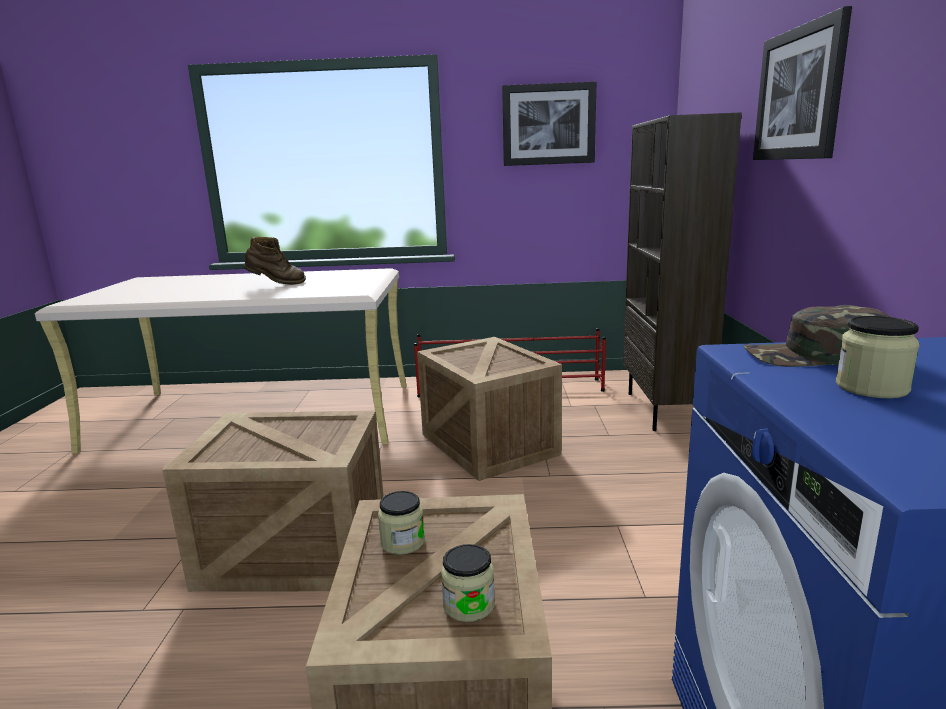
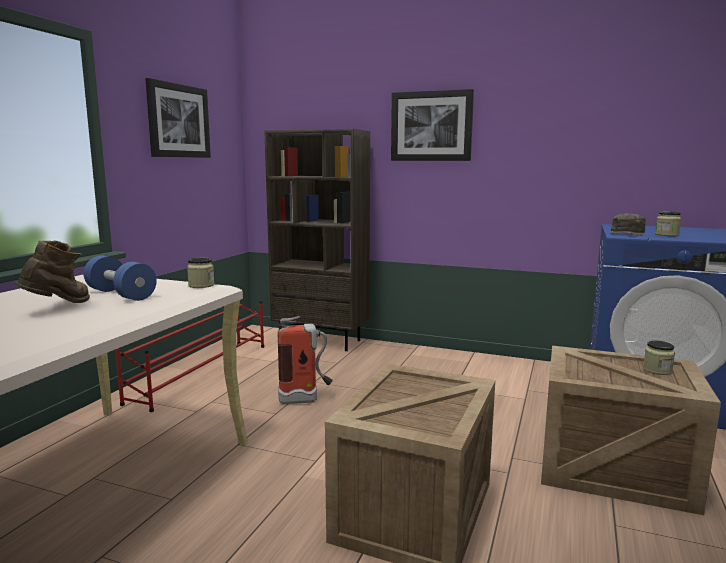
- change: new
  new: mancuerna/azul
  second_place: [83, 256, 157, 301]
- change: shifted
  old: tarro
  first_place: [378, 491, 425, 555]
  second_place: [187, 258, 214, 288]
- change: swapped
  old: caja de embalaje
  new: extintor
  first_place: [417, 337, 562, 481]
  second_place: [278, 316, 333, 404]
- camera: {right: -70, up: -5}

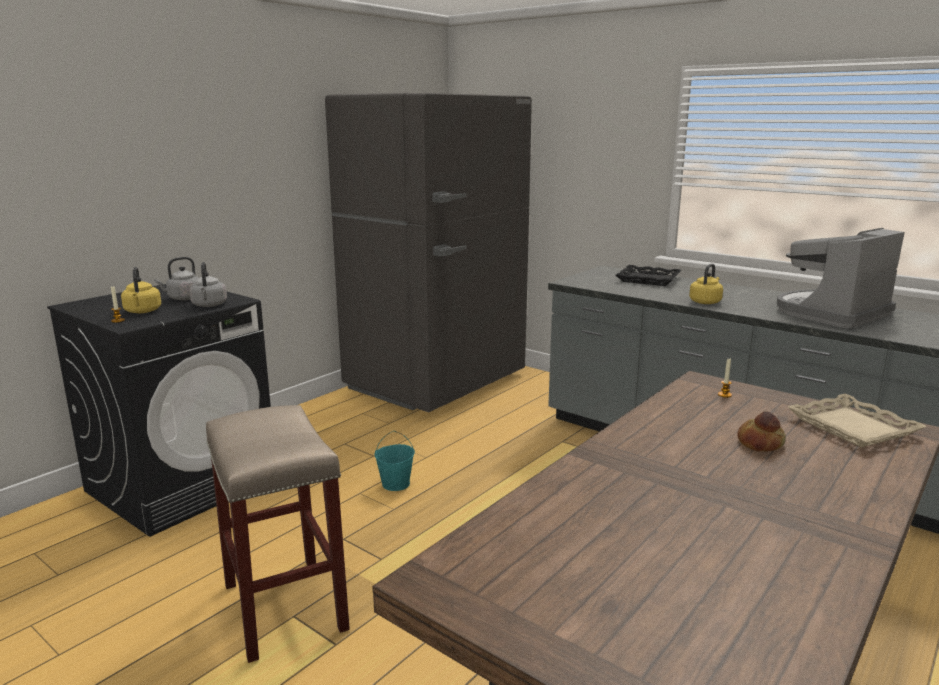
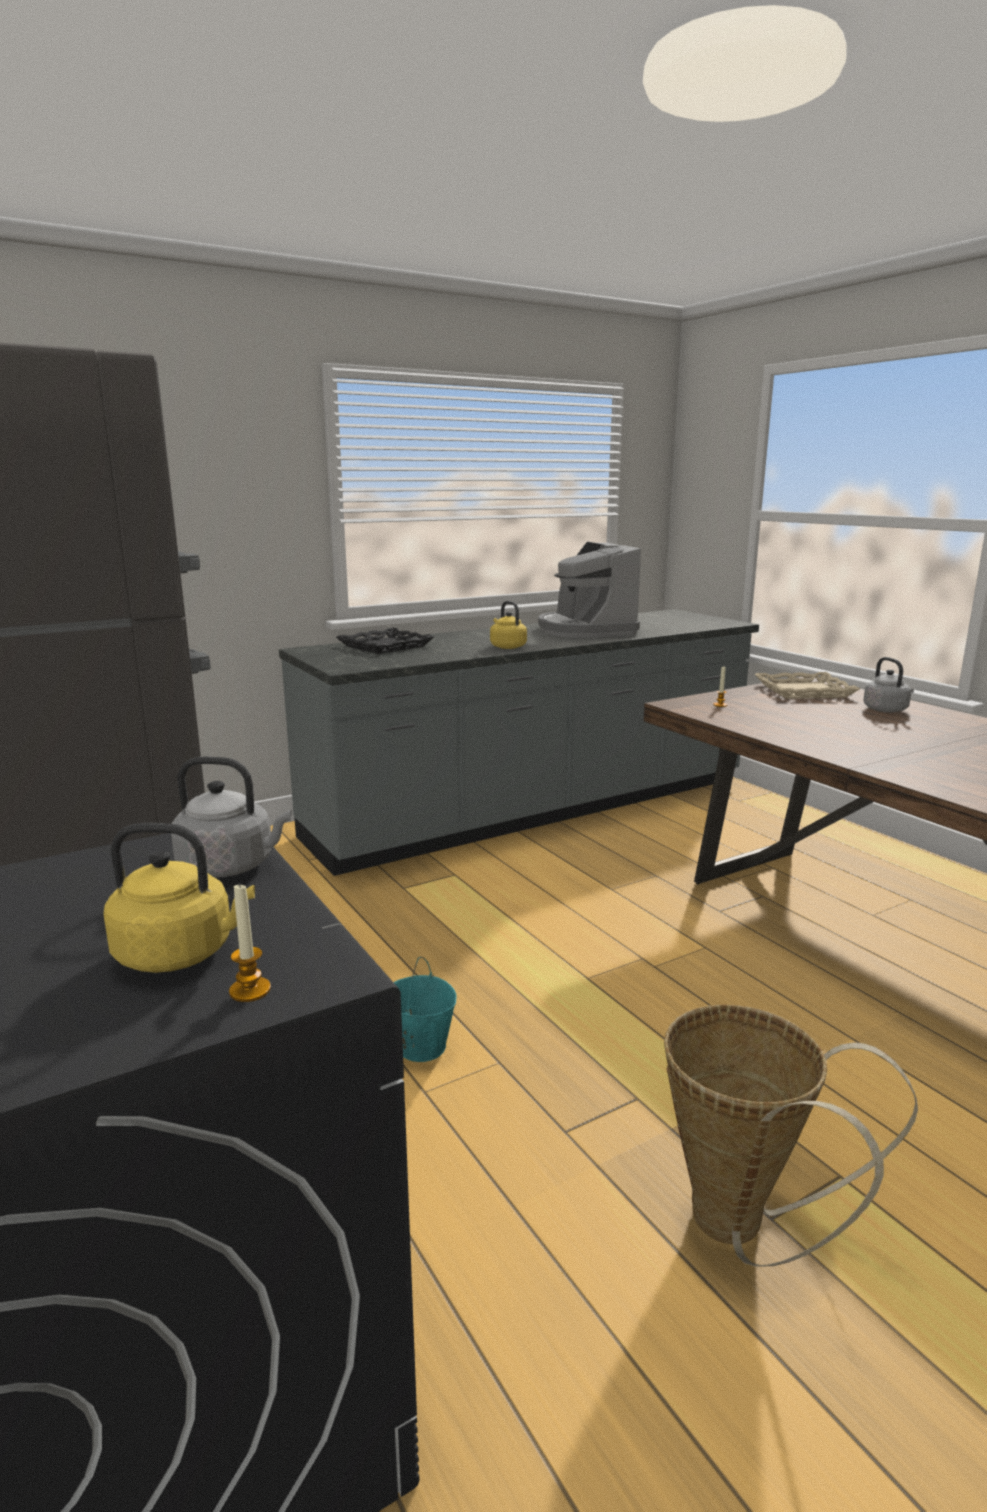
- change: gone
  old: pan
  first_place: [737, 411, 786, 452]
- change: shifted
  old: hervidor/gris
  first_place: [154, 257, 199, 300]
  second_place: [863, 657, 914, 713]
- change: swapped
  old: taburete/beis
  new: cesta
  first_place: [206, 405, 350, 663]
  second_place: [664, 1005, 918, 1267]
- camera: {right: -70, up: 0}

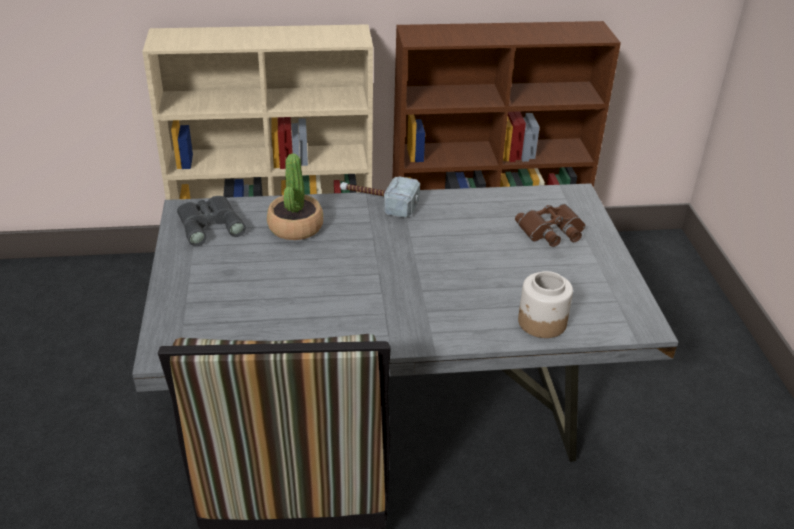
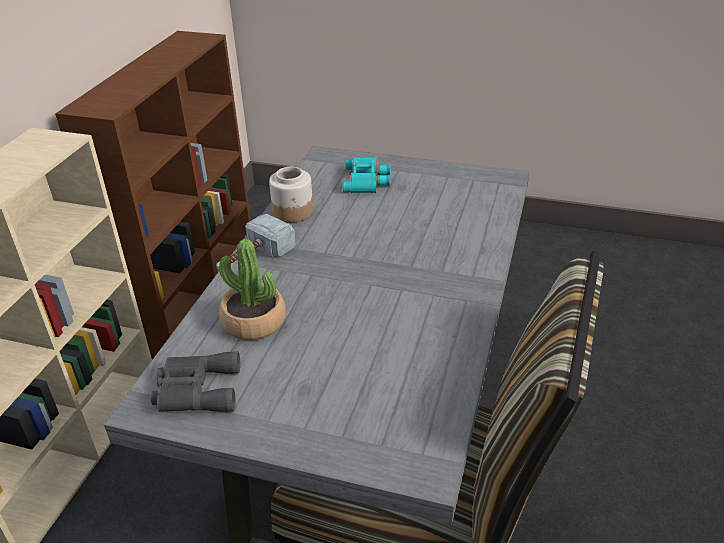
- change: shifted
  old: tarro
  first_place: [518, 271, 573, 338]
  second_place: [269, 167, 313, 223]
- change: repainted
  old: prismáticos/marrón
  new: prismáticos/turquesa
  first_place: [515, 204, 585, 247]
  second_place: [343, 157, 390, 193]
- camera: {right: -65, up: 0}

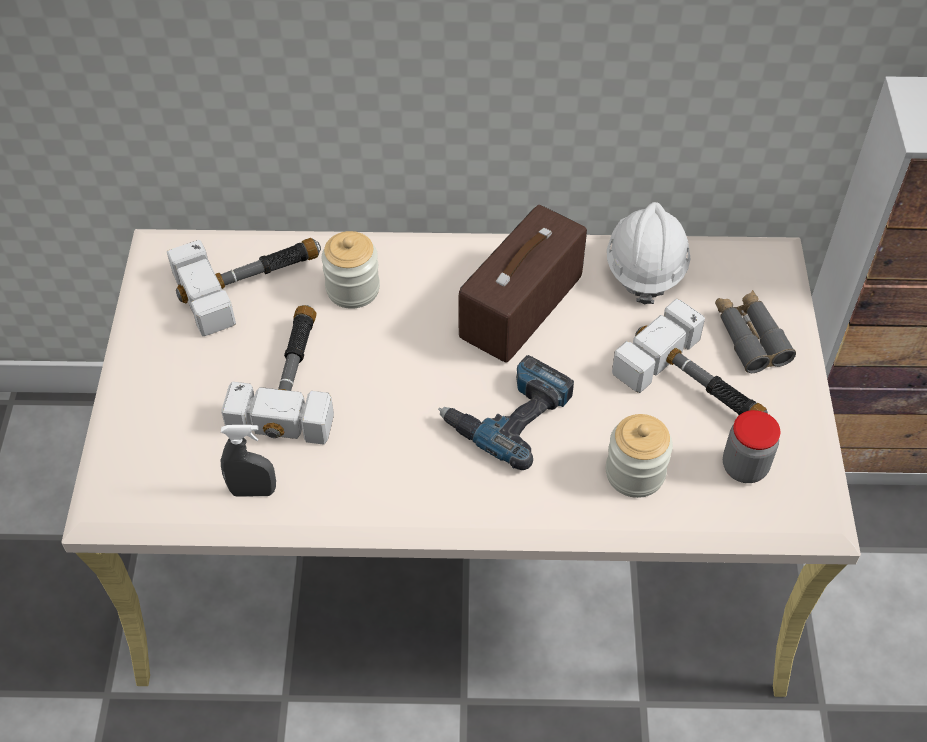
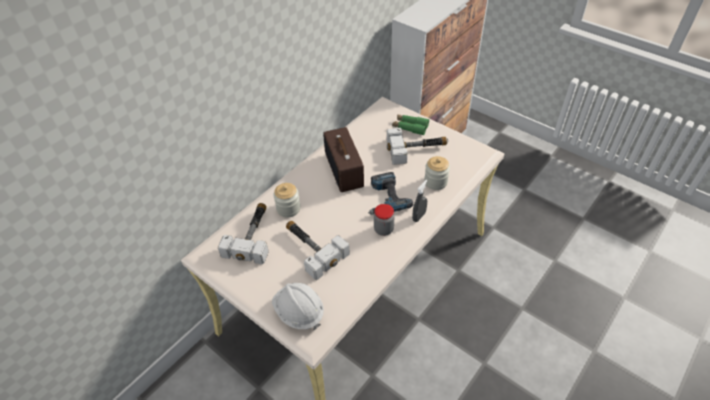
- change: shifted
  old: pulverizador/gris
  first_place: [221, 425, 276, 496]
  second_place: [412, 180, 427, 222]
- change: shifted
  old: casco/blanco
  first_place: [607, 202, 691, 304]
  second_place: [272, 283, 324, 330]
- change: shifted
  old: tarro
  first_place: [723, 410, 781, 483]
  second_place: [374, 204, 395, 236]
- change: repainted
  old: prismáticos/gris
  new: prismáticos/verde
  first_place: [715, 290, 796, 373]
  second_place: [392, 114, 429, 135]
- camera: {right: -50, up: -5}

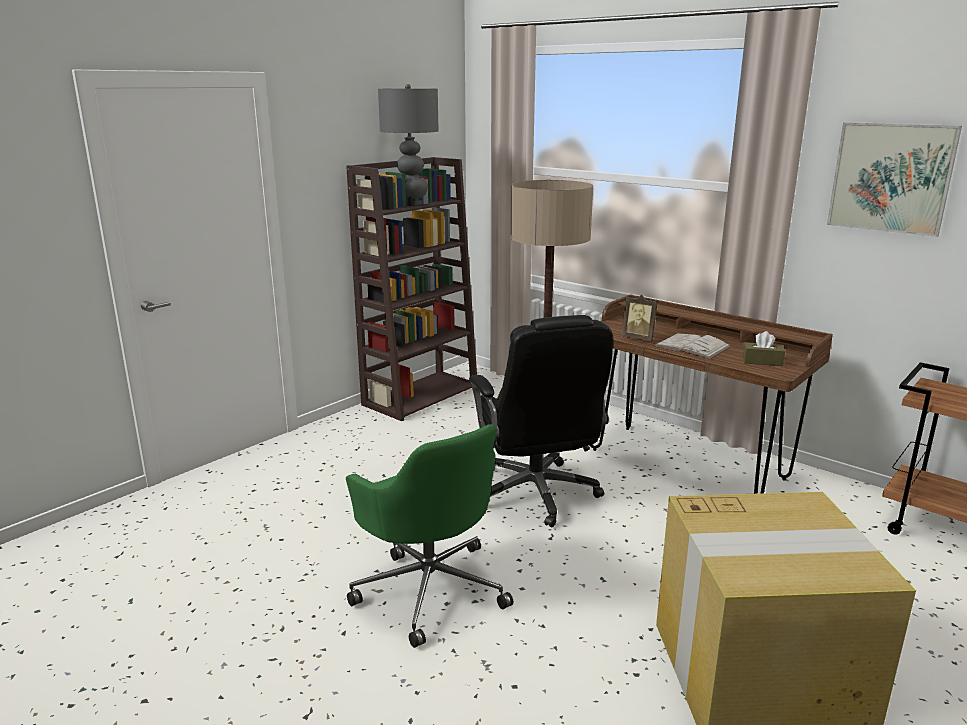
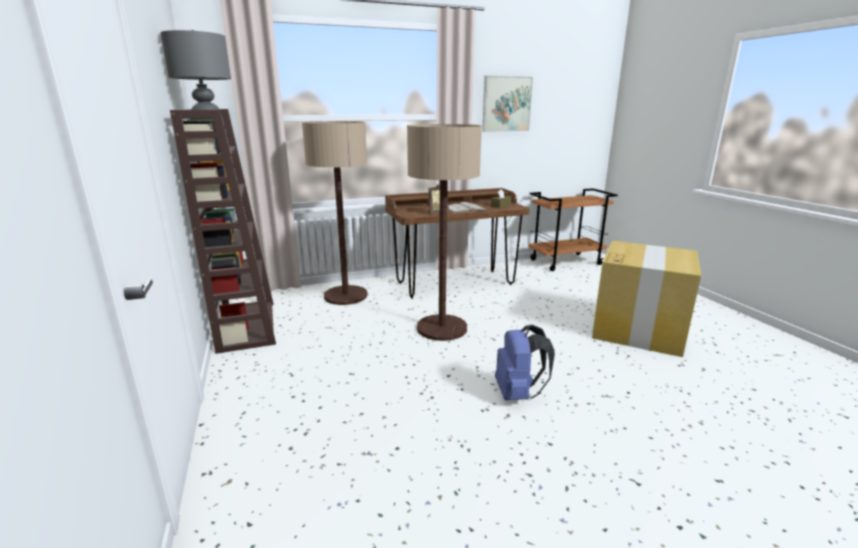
- change: swapped
  old: silla de oficina/verde
  new: mochila/azul
  first_place: [346, 424, 513, 648]
  second_place: [495, 325, 555, 400]
- change: swapped
  old: silla de oficina/negro
  new: lámpara de pie
  first_place: [469, 315, 613, 527]
  second_place: [407, 124, 482, 341]
- camera: {right: -60, up: 0}

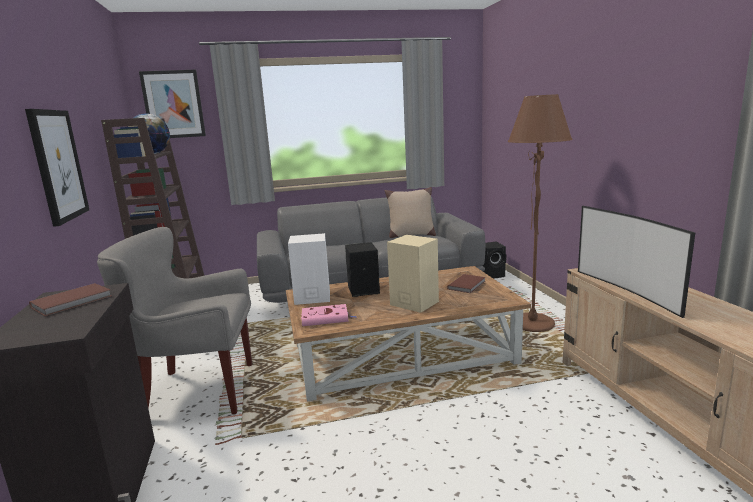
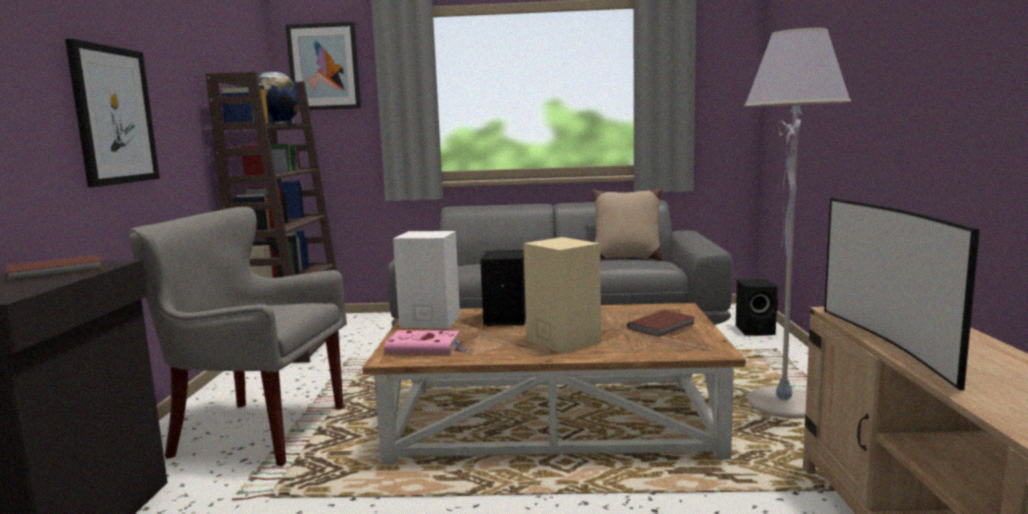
- change: repainted
  old: lámpara de pie/marrón
  new: lámpara de pie/gris
  first_place: [508, 94, 573, 332]
  second_place: [744, 28, 851, 418]
- camera: {right: 15, up: -5}

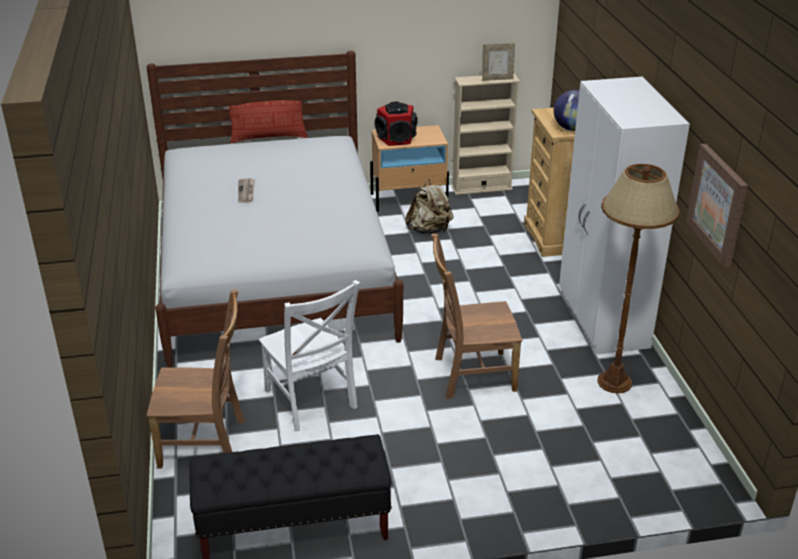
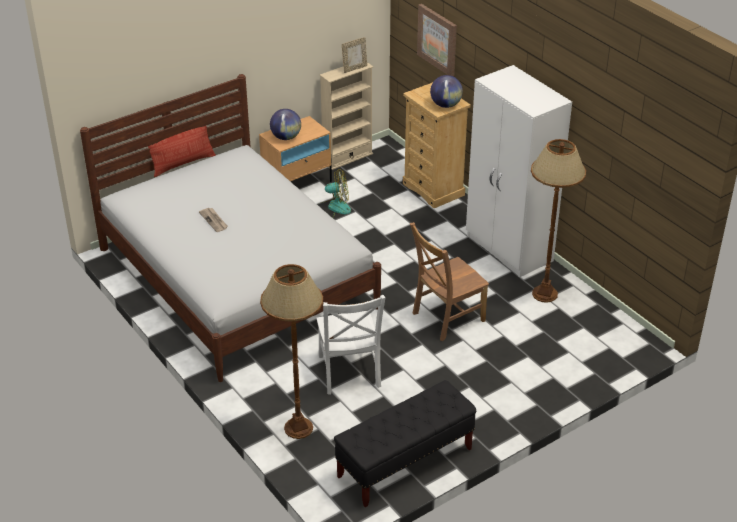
- change: shifted
  old: cuadro
  first_place: [686, 144, 748, 268]
  second_place: [417, 4, 457, 76]
- change: swapped
  old: silla/marrón
  new: lámpara de pie/marrón
  first_place: [147, 289, 245, 468]
  second_place: [260, 264, 323, 439]
- change: swapped
  old: altavoz
  new: globo terráqueo
  first_place: [375, 102, 417, 146]
  second_place: [270, 109, 301, 140]
- change: swapped
  old: mochila/beis
  new: ventilador
  first_place: [405, 179, 454, 234]
  second_place: [317, 169, 351, 218]
- change: rotated
  old: silla/blanco
  first_place: [259, 280, 360, 431]
  second_place: [317, 295, 386, 394]
  degrees: 45
- camera: {right: -25, up: 5}

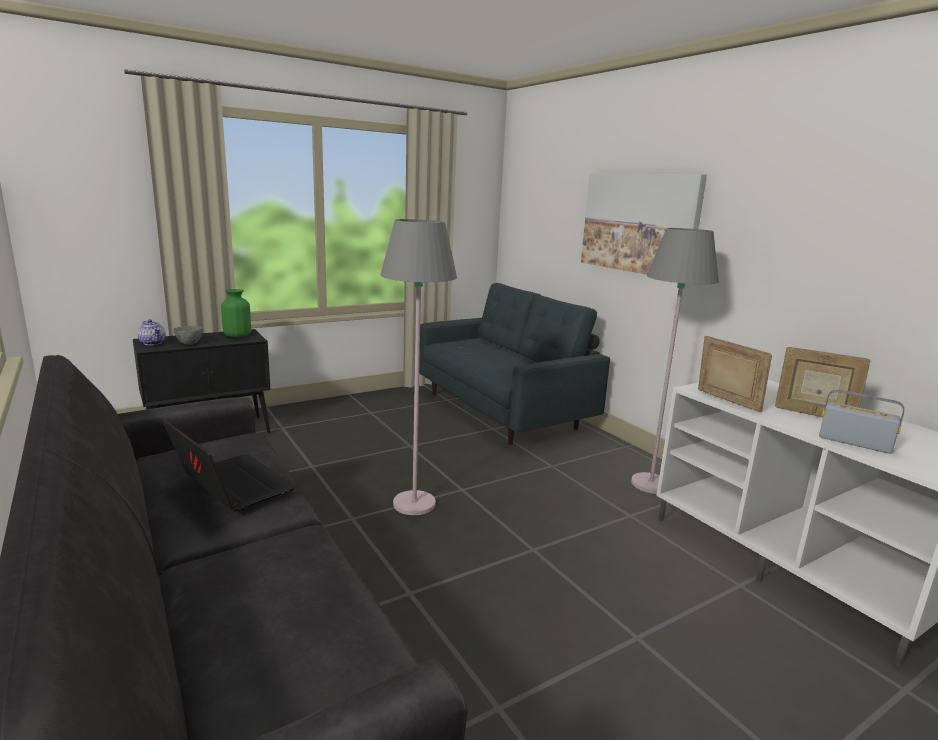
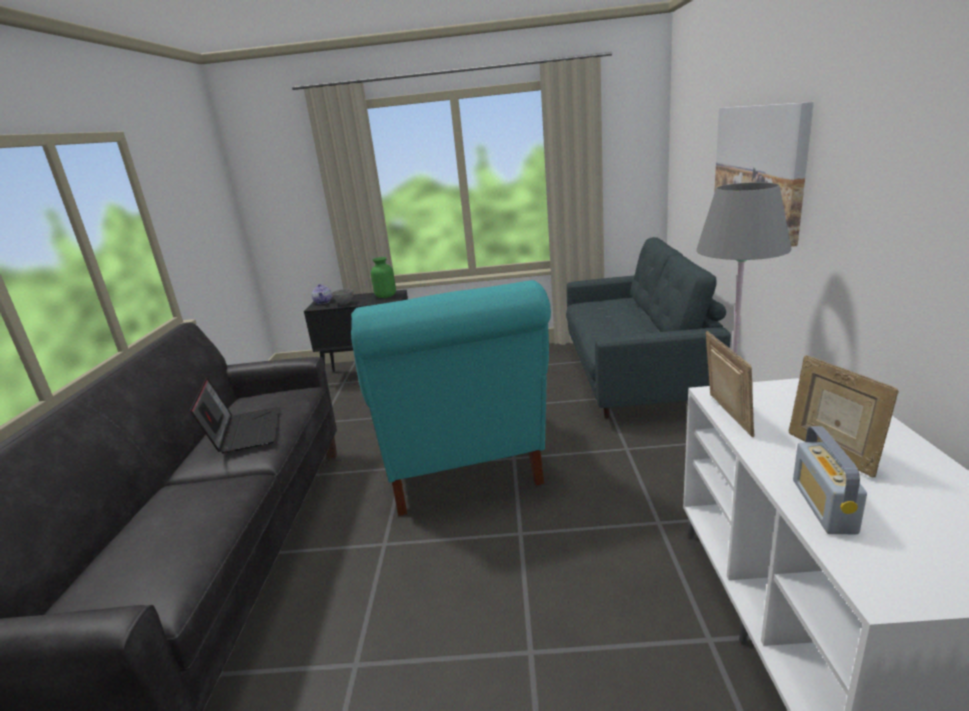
- change: swapped
  old: lámpara de pie/gris
  new: sillón/turquesa
  first_place: [380, 219, 457, 515]
  second_place: [351, 280, 551, 516]
- change: rotated
  old: radio
  first_place: [819, 390, 904, 454]
  second_place: [793, 426, 867, 534]
  degrees: -150
- camera: {right: 35, up: 5}

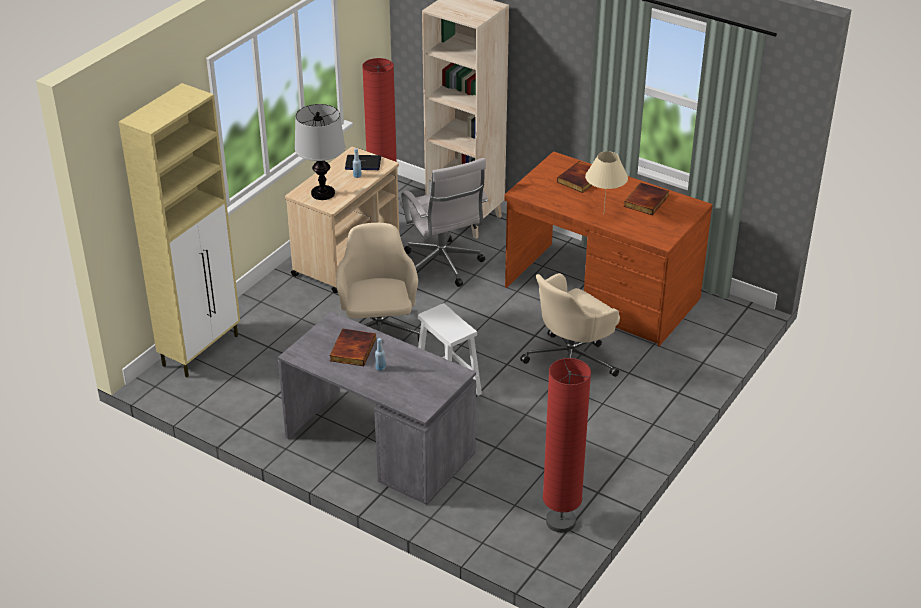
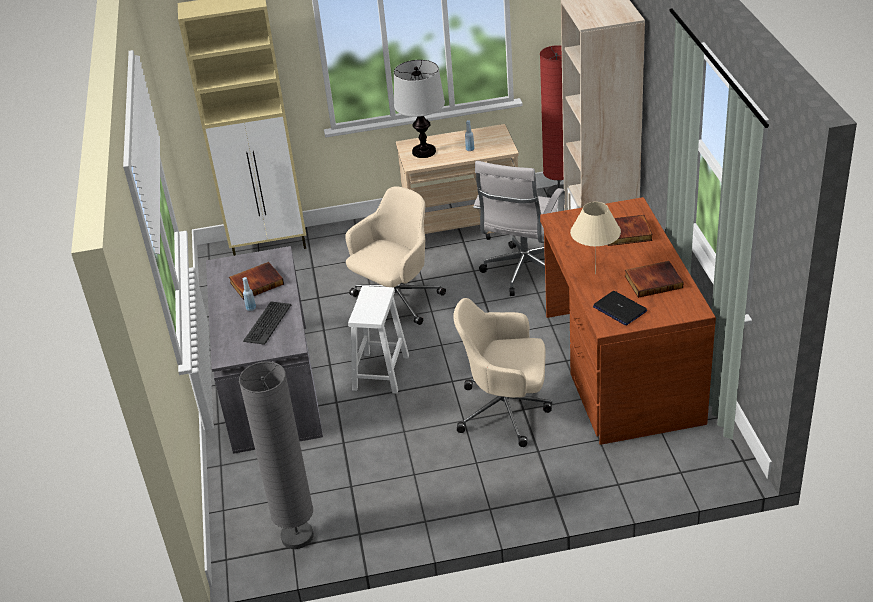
- change: new
  new: teclado
  second_place: [243, 302, 292, 345]
- change: shifted
  old: portátil
  first_place: [345, 155, 381, 170]
  second_place: [593, 291, 647, 325]
- change: repainted
  old: lámpara de pie/rojo
  new: lámpara de pie/gris
  first_place: [543, 358, 591, 533]
  second_place: [239, 361, 313, 549]
- camera: {right: 50, up: 0}

